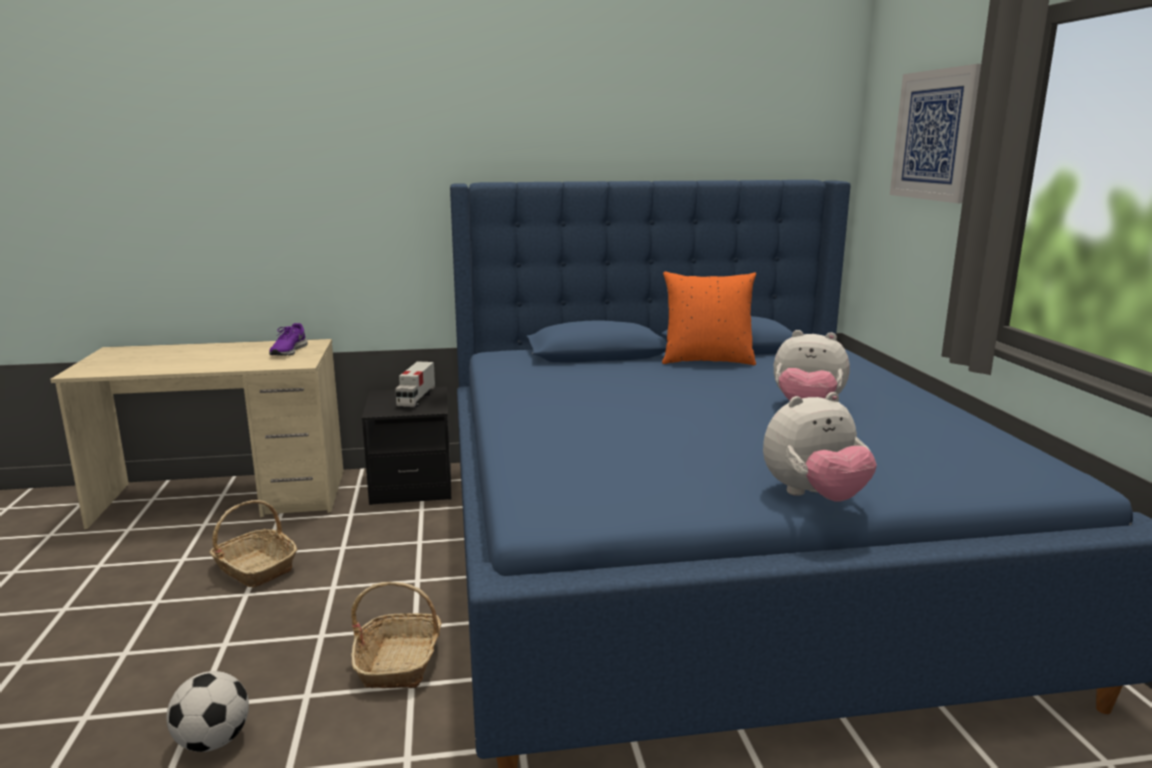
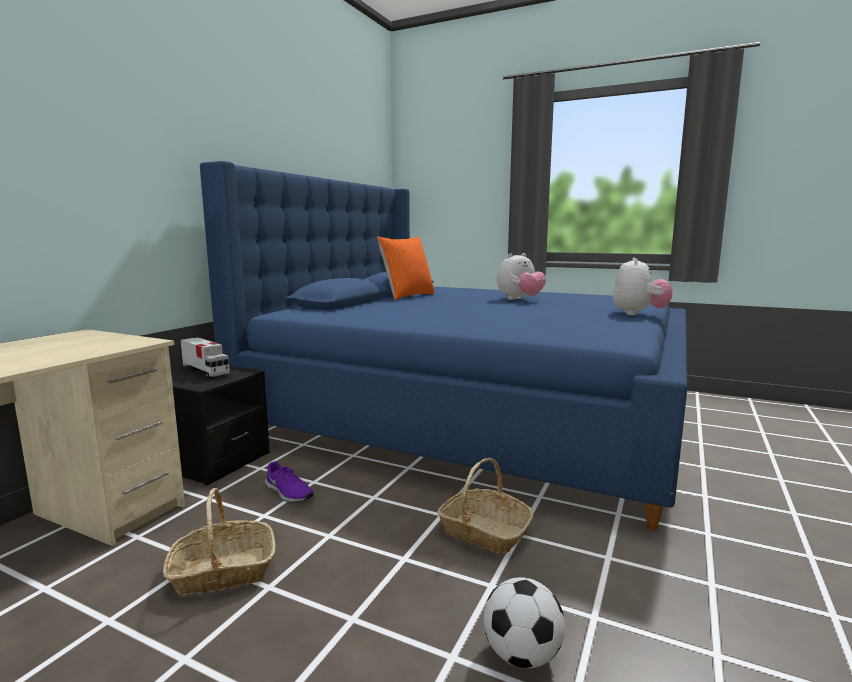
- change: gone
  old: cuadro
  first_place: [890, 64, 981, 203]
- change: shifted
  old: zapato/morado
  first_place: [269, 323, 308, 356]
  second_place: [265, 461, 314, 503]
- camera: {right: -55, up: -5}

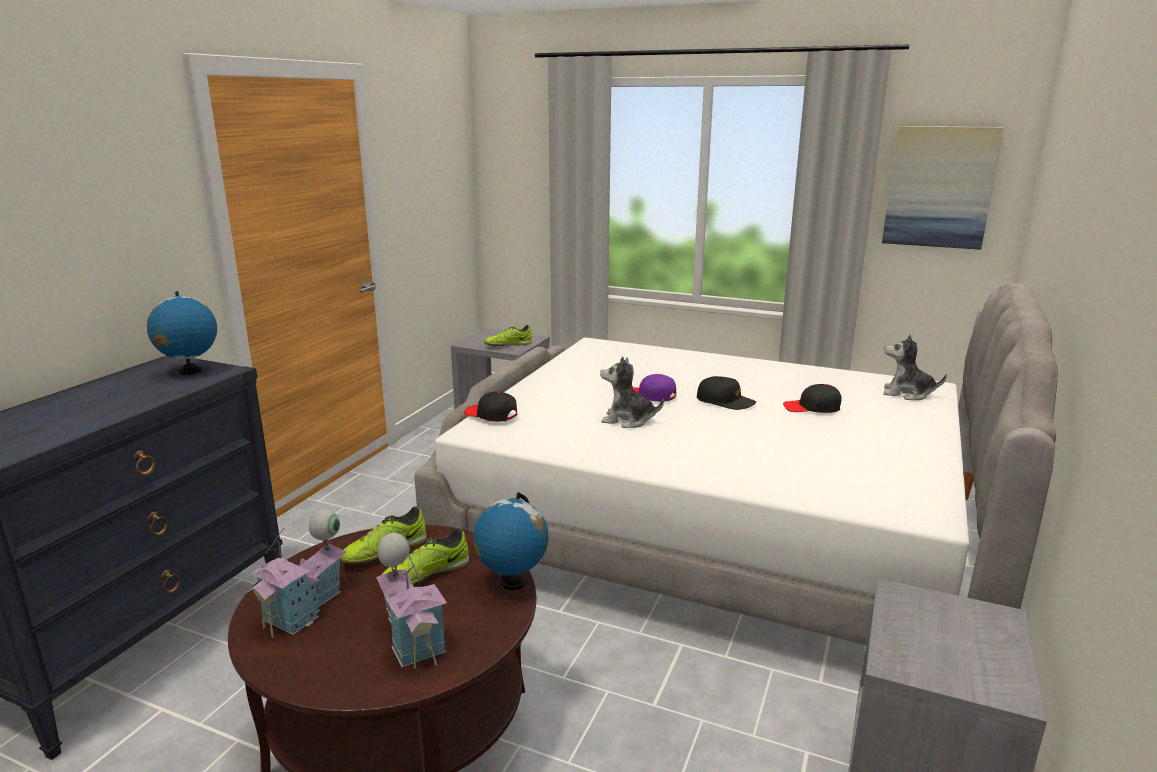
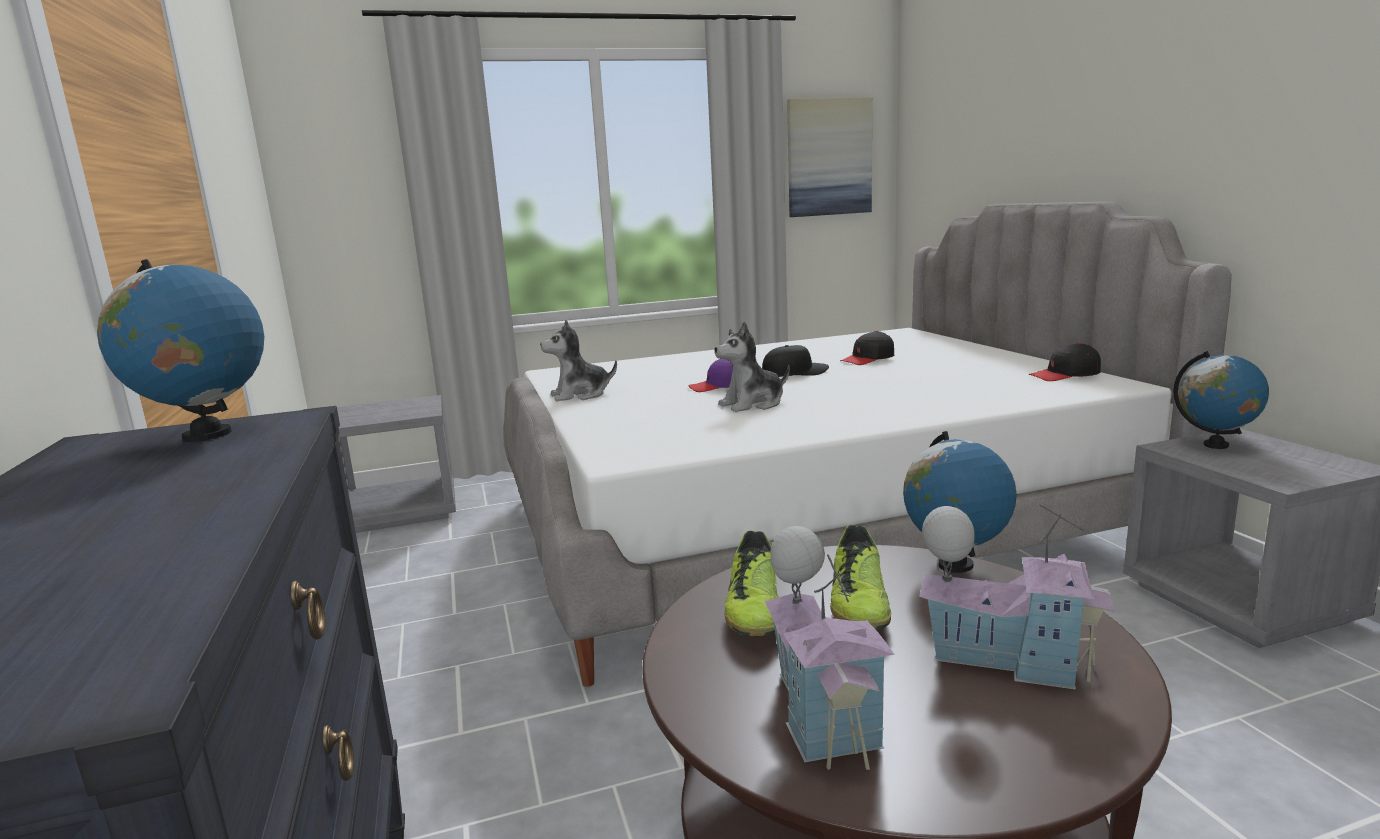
- change: gone
  old: zapato
  first_place: [484, 325, 532, 346]
- change: new
  new: globo terráqueo
  second_place: [1173, 351, 1269, 449]
- change: shifted
  old: gorra/negro
  first_place: [464, 391, 517, 422]
  second_place: [1029, 343, 1101, 381]
- change: shifted
  old: peluche
  first_place: [884, 335, 947, 400]
  second_place: [540, 320, 617, 402]
- camera: {right: -40, up: -5}

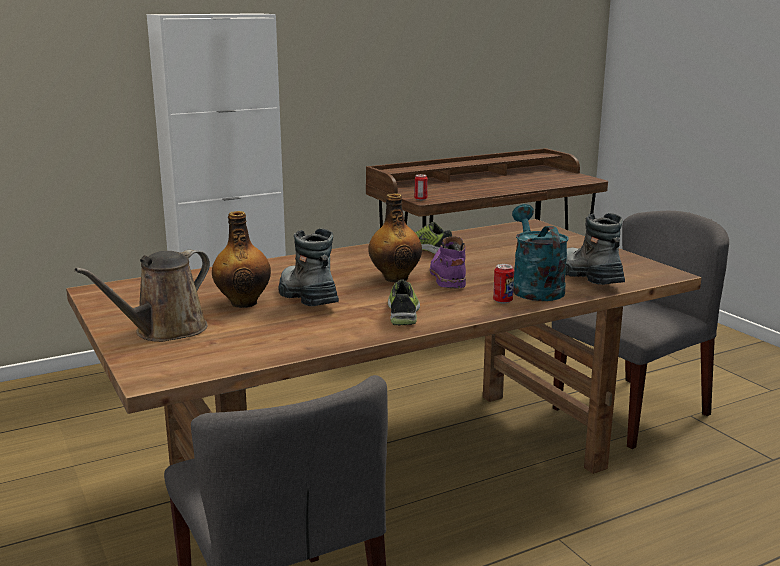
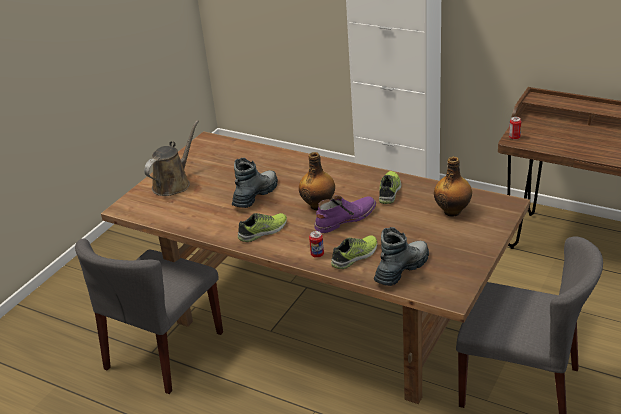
- change: shifted
  old: botella
  first_place: [212, 211, 271, 308]
  second_place: [434, 156, 472, 216]
- change: swapped
  old: regadera/turquesa
  new: zapato
  first_place: [512, 204, 569, 301]
  second_place: [331, 235, 377, 269]
- change: rotated
  old: regadera/marrón
  first_place: [74, 250, 210, 342]
  second_place: [144, 120, 199, 196]
  degrees: 120
- camera: {right: 60, up: 15}

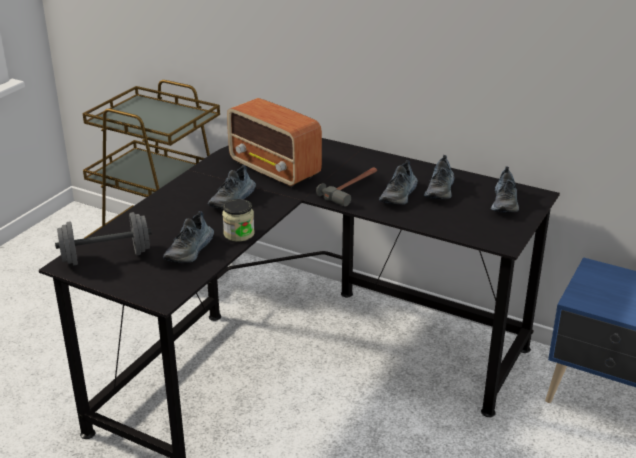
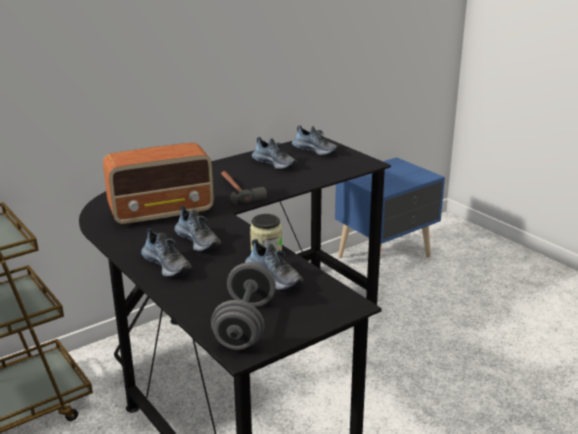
- change: shifted
  old: zapato
  first_place: [379, 160, 418, 205]
  second_place: [141, 228, 192, 277]
- camera: {right: -65, up: -5}

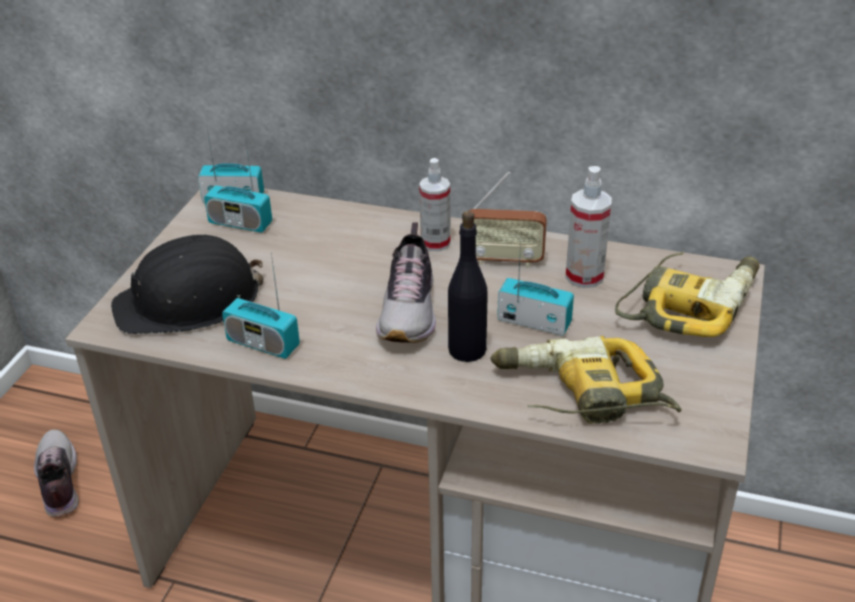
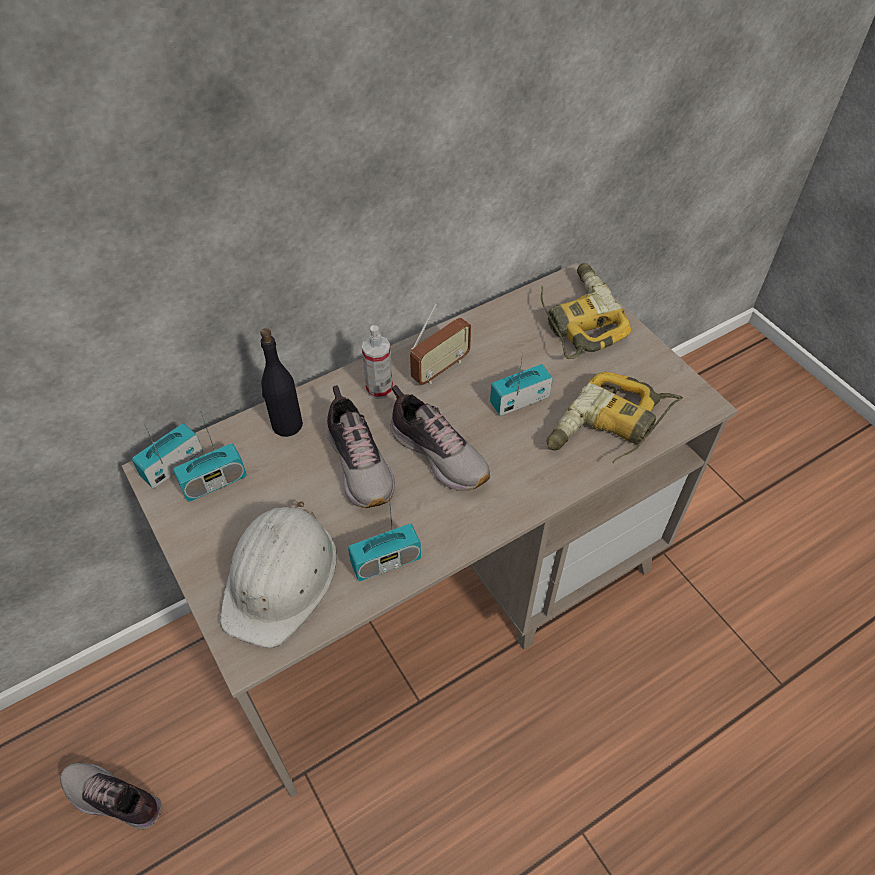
- change: gone
  old: pulverizador
  first_place: [565, 166, 612, 288]
- change: new
  new: zapato
  second_place: [327, 385, 395, 508]
- change: shifted
  old: botella/negro
  first_place: [448, 211, 488, 362]
  second_place: [260, 328, 303, 437]
- change: repainted
  old: casco/negro
  new: casco/blanco
  first_place: [111, 235, 263, 334]
  second_place: [220, 501, 337, 648]
- camera: {right: -50, up: 15}

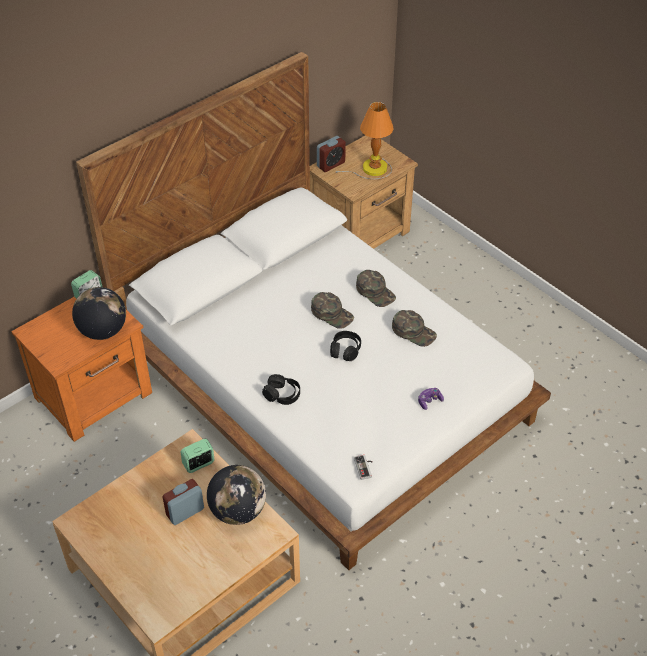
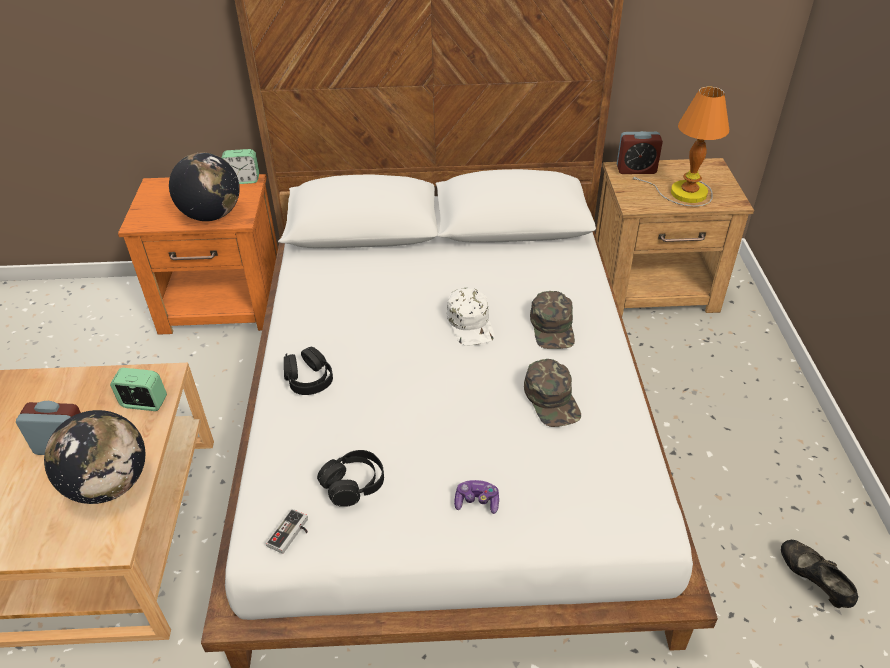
- change: new
  new: zapato/negro
  second_place: [781, 540, 858, 608]
- change: shifted
  old: auriculares/negro
  first_place: [330, 331, 361, 361]
  second_place: [317, 450, 384, 507]
- change: repainted
  old: gorra/verde
  new: gorra/blanco
  first_place: [311, 292, 354, 329]
  second_place: [447, 287, 495, 346]
- camera: {right: 40, up: -5}

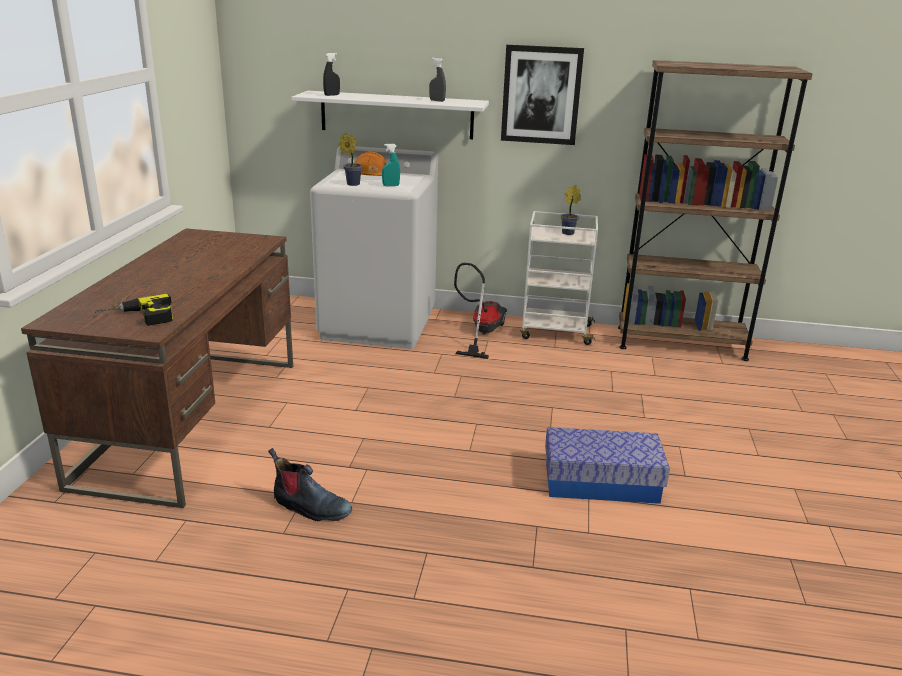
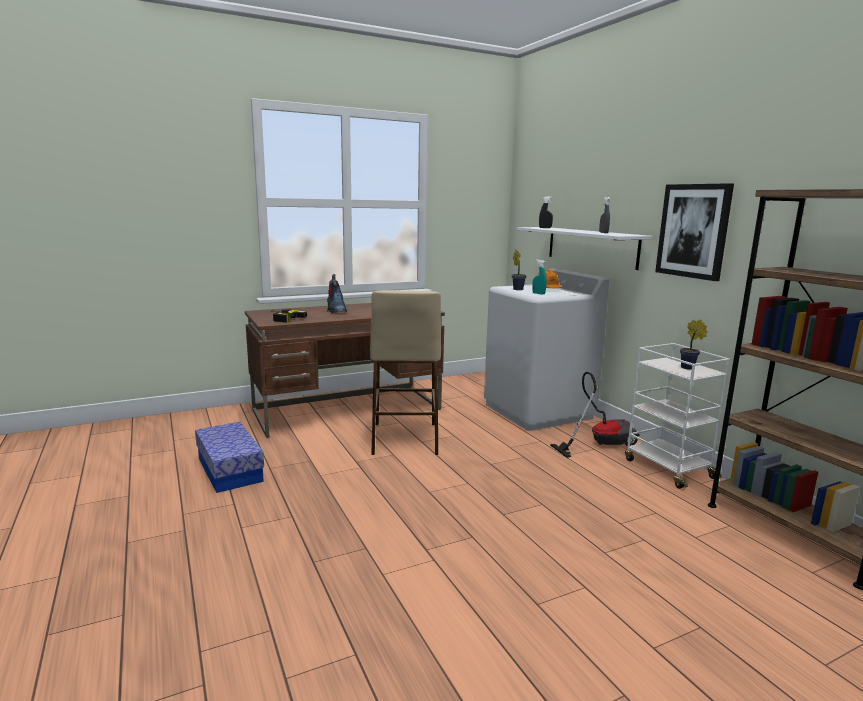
- change: new
  new: taburete/beis
  second_place: [370, 290, 441, 455]
- change: shifted
  old: bota
  first_place: [268, 448, 352, 521]
  second_place: [327, 274, 347, 313]
- change: shifted
  old: caja de almacenaje
  first_place: [545, 427, 670, 504]
  second_place: [195, 422, 264, 493]
- camera: {right: 55, up: -10}

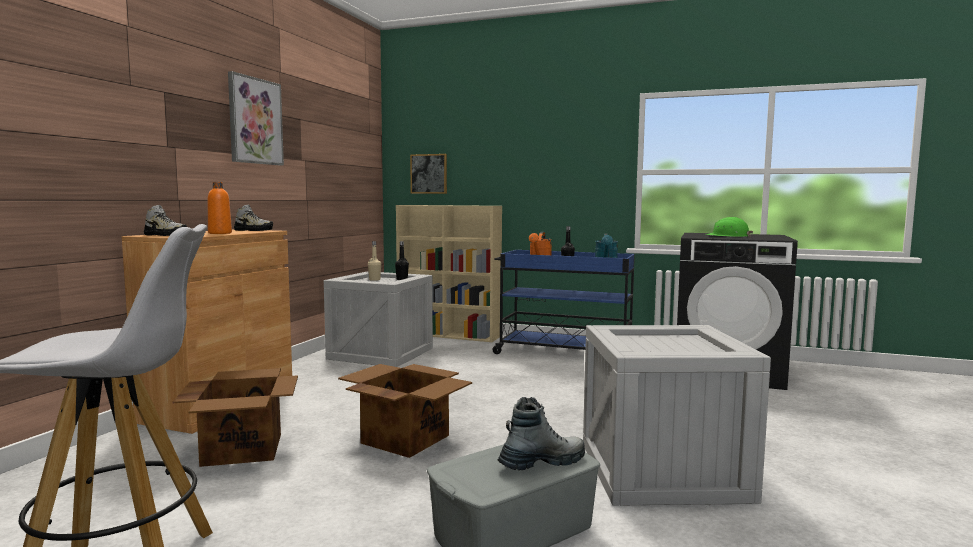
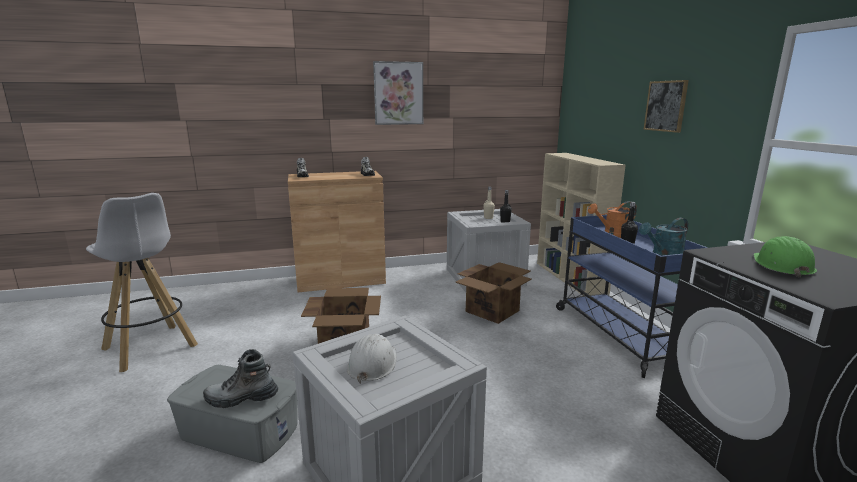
- change: gone
  old: botella/naranja
  first_place: [207, 182, 232, 234]
- change: new
  new: casco/blanco
  second_place: [347, 334, 397, 384]
- change: shifted
  old: caja de cartón
  first_place: [173, 368, 298, 467]
  second_place: [455, 262, 532, 324]
- change: shifted
  old: cuadro
  first_place: [410, 154, 447, 194]
  second_place: [644, 80, 689, 133]
- change: rotated
  old: bota
  first_place: [497, 397, 585, 471]
  second_place: [203, 349, 278, 408]
  degrees: 150
- camera: {right: 55, up: 10}

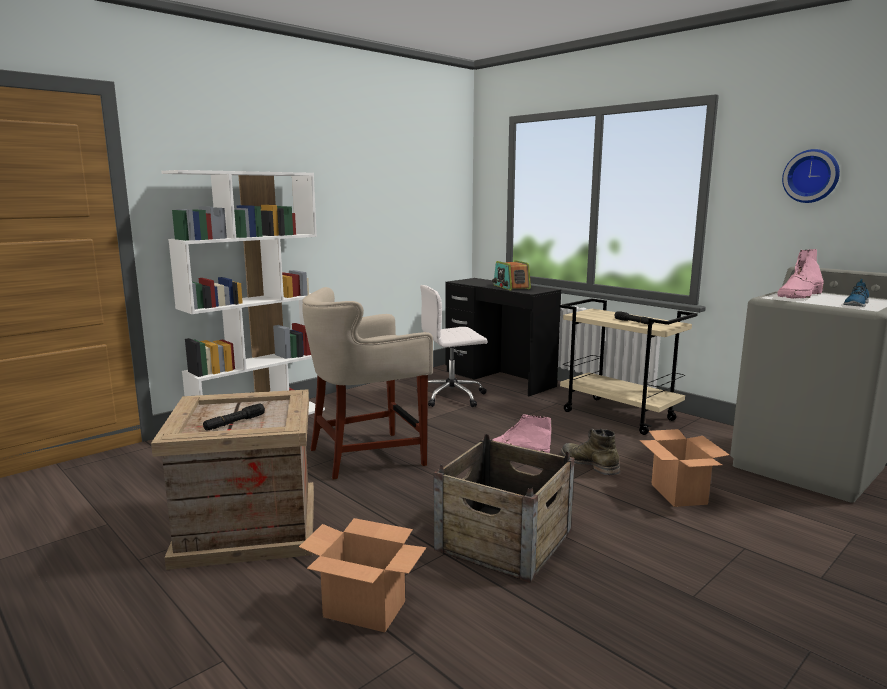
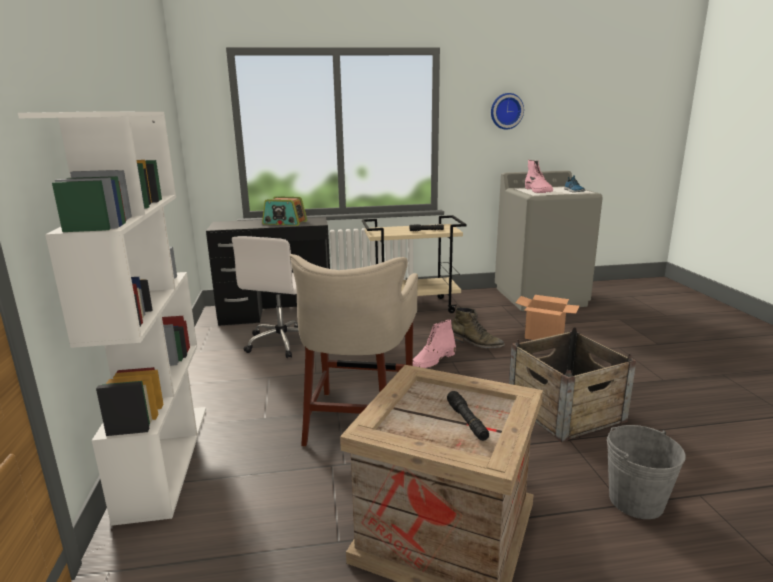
- change: swapped
  old: caja de cartón
  new: cubo/gris
  first_place: [299, 518, 426, 632]
  second_place: [607, 425, 686, 519]
- change: rotated
  old: bota/verde
  first_place: [561, 429, 620, 475]
  second_place: [452, 307, 505, 348]
  degrees: -150
- camera: {right: -55, up: 5}

